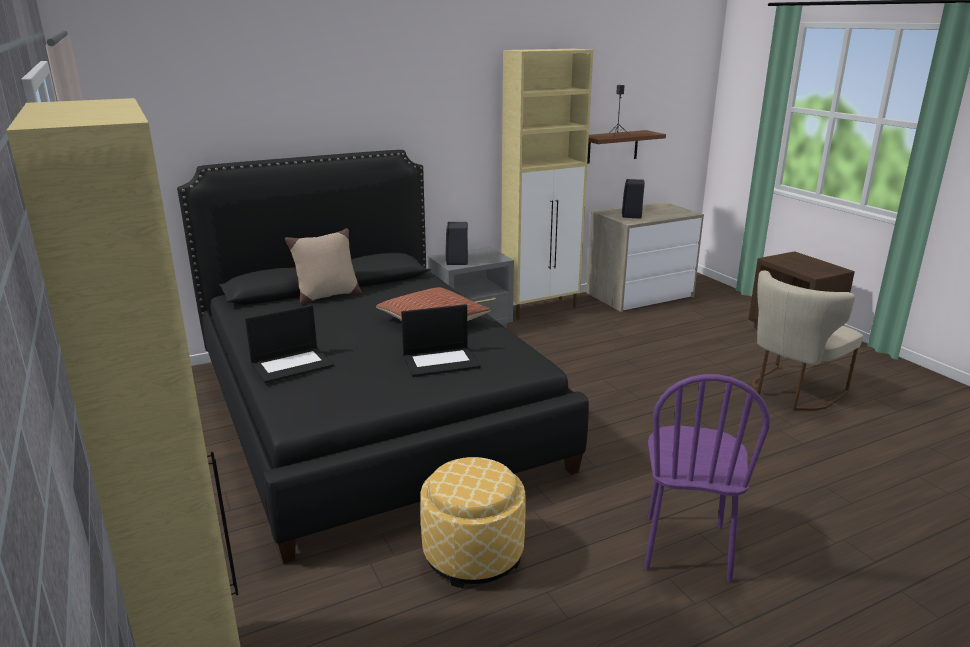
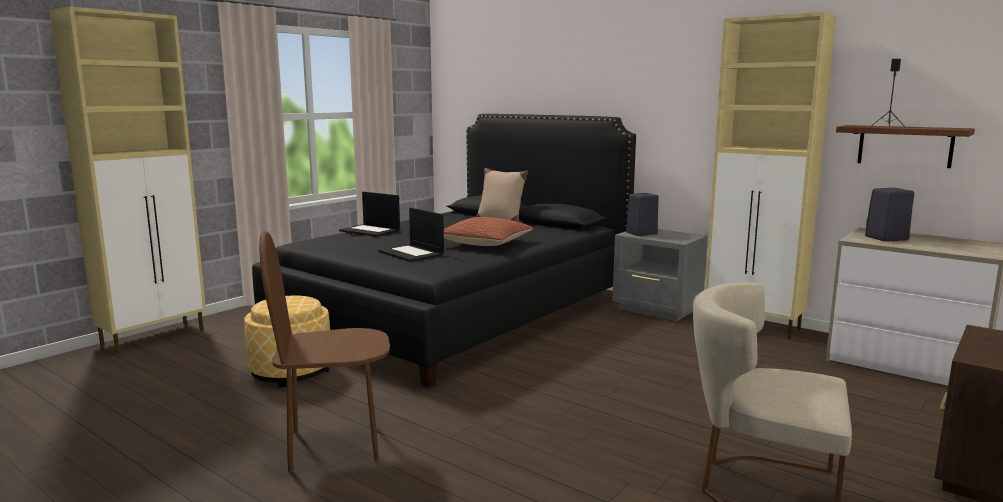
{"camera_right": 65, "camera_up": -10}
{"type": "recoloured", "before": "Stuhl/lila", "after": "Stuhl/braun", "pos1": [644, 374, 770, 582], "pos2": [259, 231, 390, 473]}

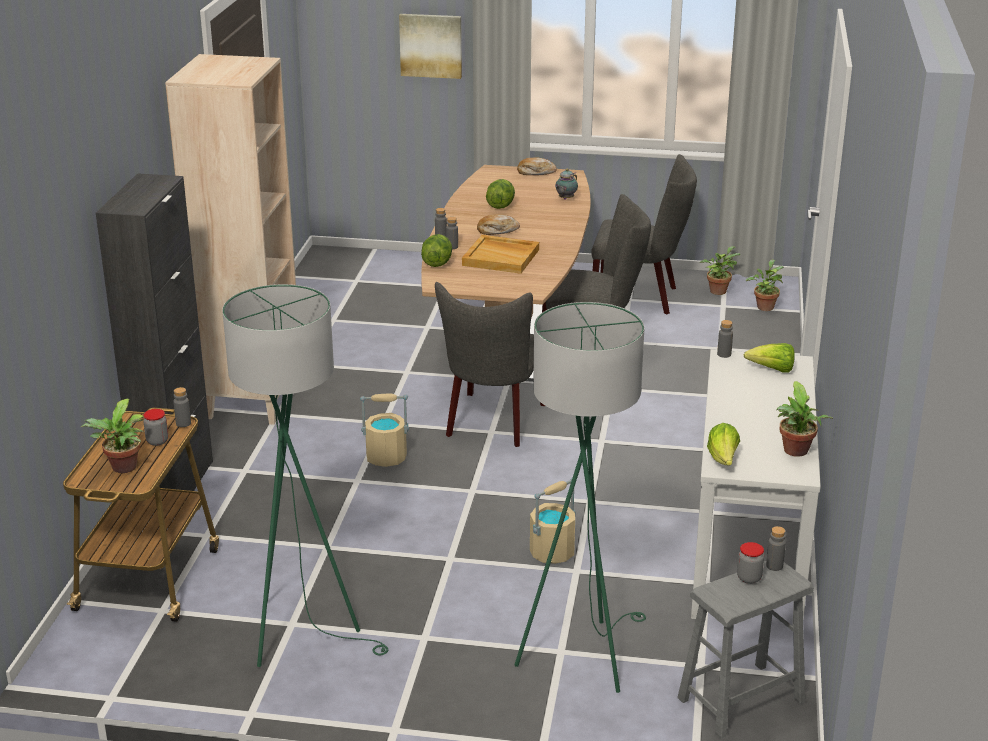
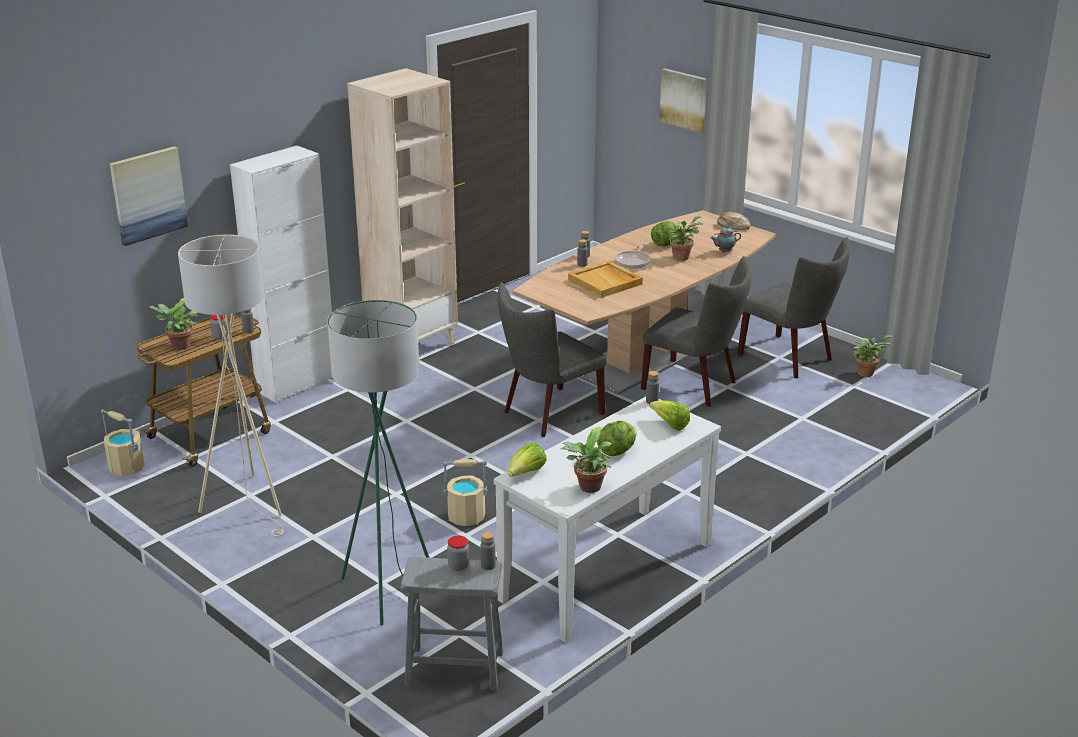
{"camera_right": 35, "camera_up": 0}
{"type": "moved", "before": "Eimer/beige", "pos1": [360, 394, 409, 467], "pos2": [101, 409, 145, 476]}
{"type": "added", "after": "Bild", "pos2": [109, 146, 188, 246]}
{"type": "recoloured", "before": "Stehlampe/grün", "after": "Stehlampe/beige", "pos1": [222, 284, 388, 667], "pos2": [178, 234, 284, 537]}
{"type": "recoloured", "before": "Schrank/schwarz", "after": "Schrank/weiß", "pos1": [96, 173, 213, 513], "pos2": [230, 146, 332, 403]}
{"type": "moved", "before": "Salatkopf", "pos1": [421, 234, 452, 267], "pos2": [597, 421, 637, 456]}
{"type": "replaced", "before": "Brot", "after": "Pfanne", "pos1": [477, 214, 520, 235], "pos2": [615, 243, 651, 269]}
{"type": "moved", "before": "Topfpflanze", "pos1": [746, 260, 784, 311], "pos2": [666, 216, 703, 261]}

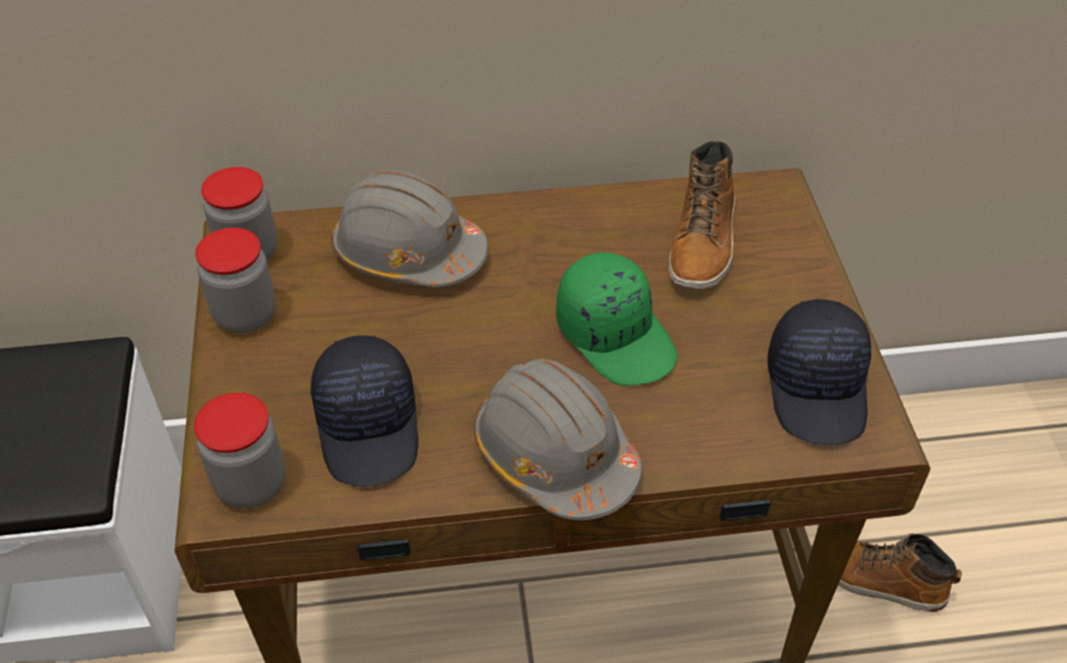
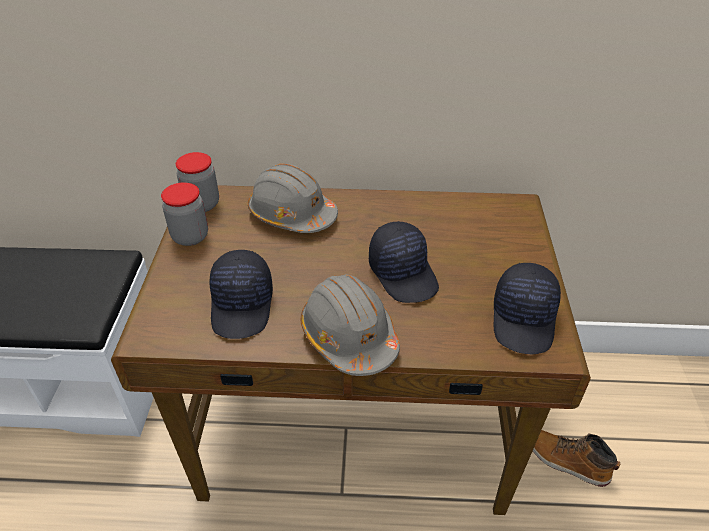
{"camera_right": 10, "camera_up": -5}
{"type": "recoloured", "before": "Kappe/grün", "after": "Kappe/schwarz", "pos1": [556, 252, 677, 386], "pos2": [369, 221, 439, 303]}
{"type": "removed", "before": "Vorratsglas", "pos1": [194, 392, 285, 508]}
{"type": "removed", "before": "Stiefel", "pos1": [669, 141, 735, 289]}

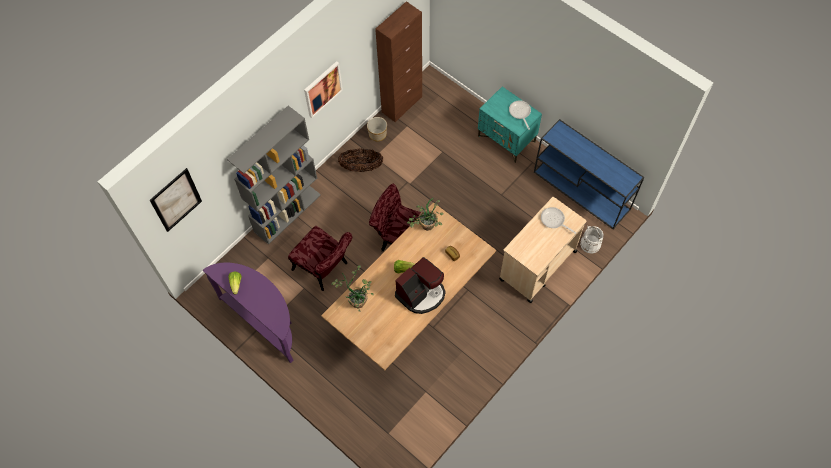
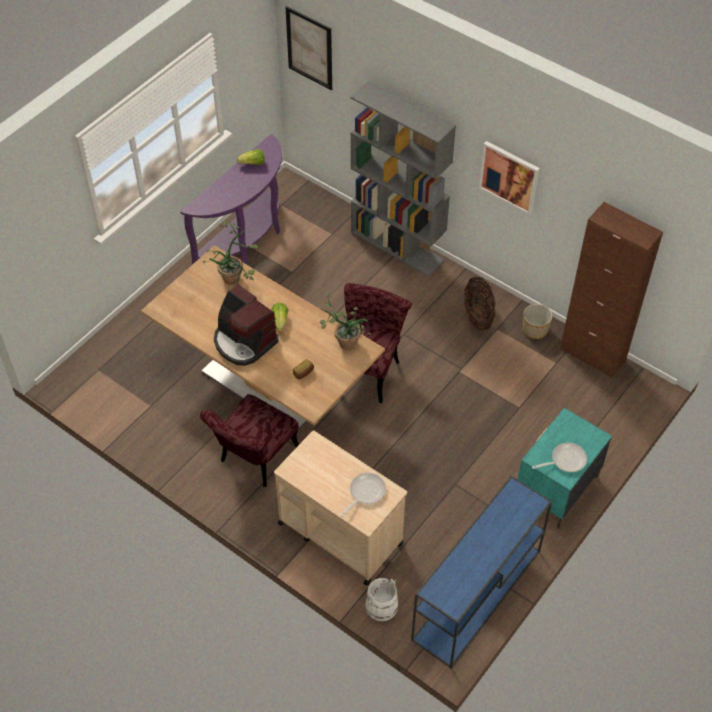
{"camera_right": 85, "camera_up": -10}
{"type": "moved", "before": "Stuhl/rot", "pos1": [288, 226, 352, 291], "pos2": [200, 394, 299, 487]}

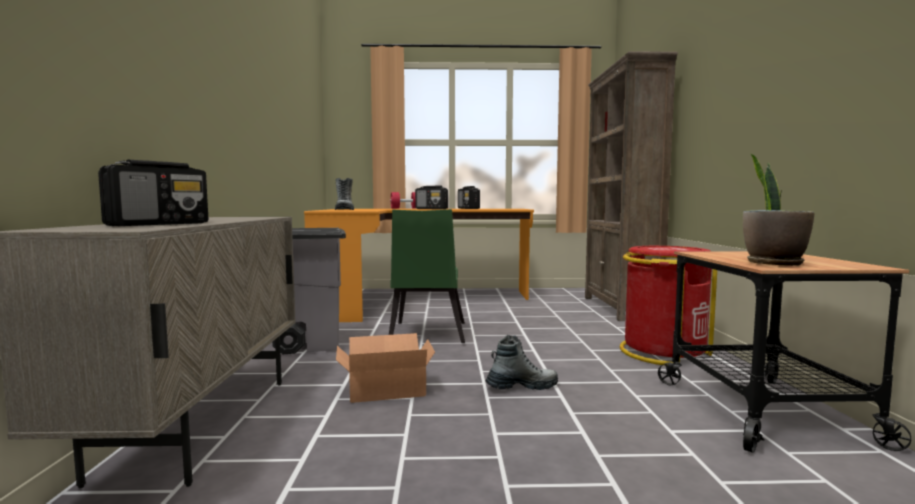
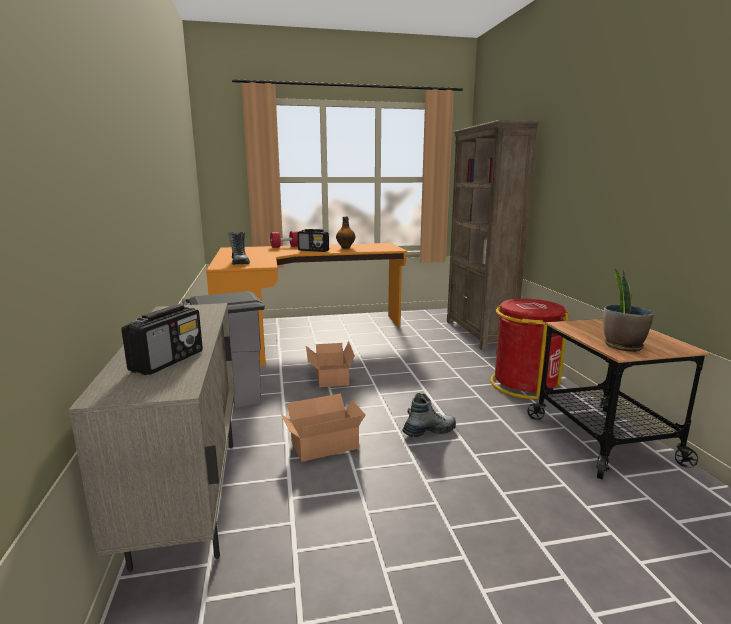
{"camera_right": -10, "camera_up": 10}
{"type": "replaced", "before": "Stuhl/grün", "after": "Karton", "pos1": [389, 209, 465, 343], "pos2": [306, 341, 355, 388]}
{"type": "replaced", "before": "Radio", "after": "Flasche", "pos1": [458, 186, 480, 209], "pos2": [336, 216, 355, 249]}

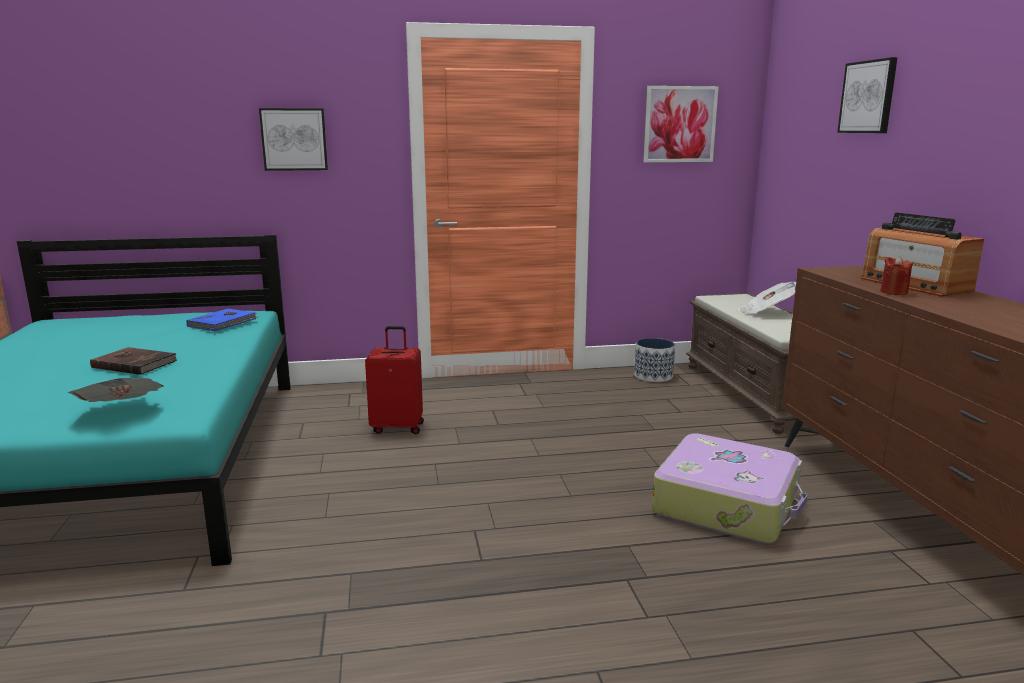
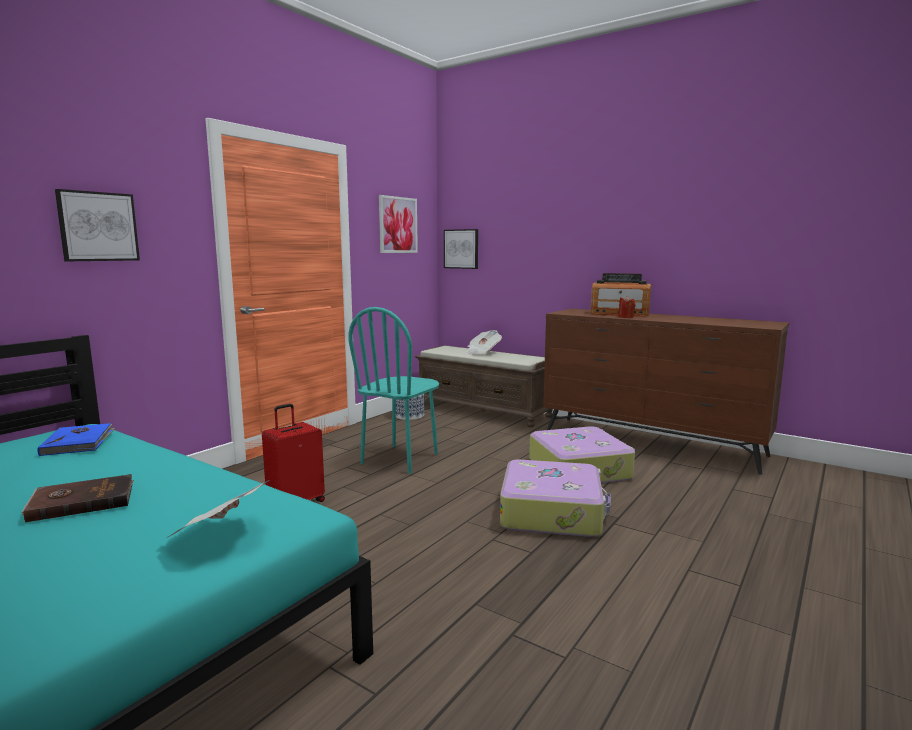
{"camera_right": -45, "camera_up": -5}
{"type": "added", "after": "Stuhl/türkis", "pos2": [348, 307, 439, 474]}
{"type": "moved", "before": "Bild", "pos1": [837, 57, 898, 133], "pos2": [444, 229, 478, 269]}
{"type": "added", "after": "Koffer", "pos2": [500, 460, 611, 537]}

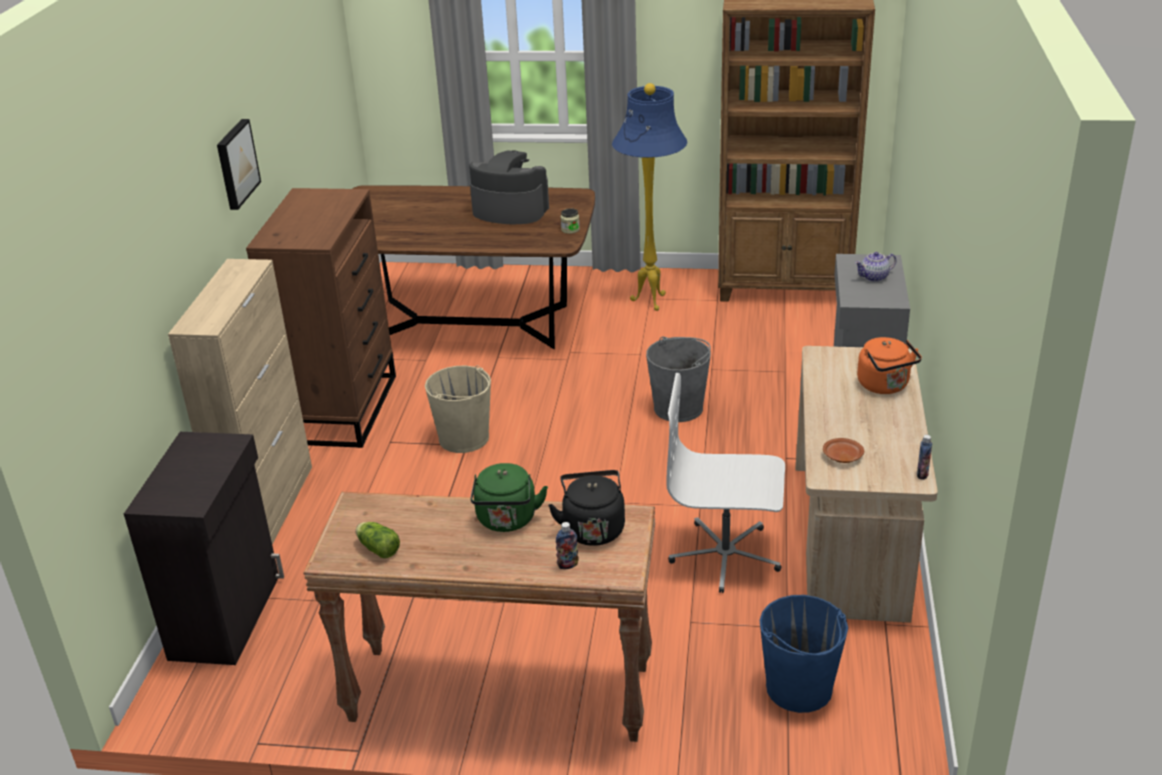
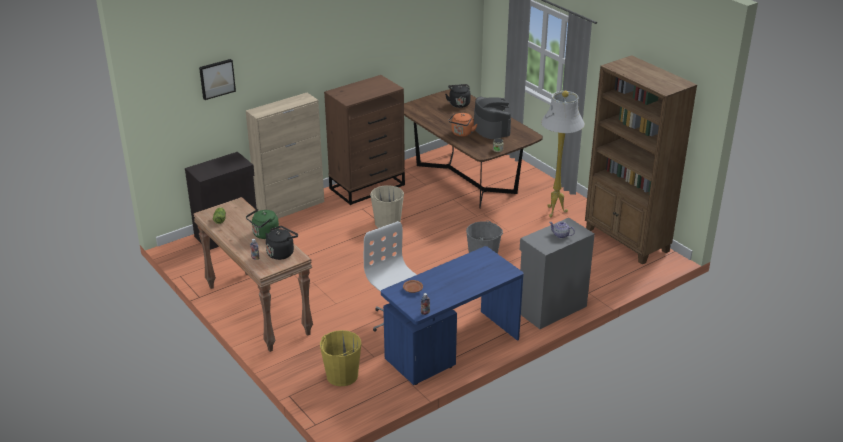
{"camera_right": 45, "camera_up": 0}
{"type": "moved", "before": "Bild", "pos1": [217, 119, 261, 210], "pos2": [199, 59, 236, 100]}
{"type": "recoloured", "before": "Eimer/blau", "after": "Eimer/gelb", "pos1": [760, 595, 848, 713], "pos2": [320, 330, 361, 386]}
{"type": "recoloured", "before": "Schreibtisch/beige", "after": "Schreibtisch/blau", "pos1": [795, 346, 938, 623], "pos2": [381, 246, 524, 385]}
{"type": "added", "after": "Wasserkessel/schwarz", "pos2": [445, 84, 471, 108]}
{"type": "moved", "before": "Wasserkessel/orange", "pos1": [857, 337, 922, 394], "pos2": [449, 113, 477, 137]}
{"type": "recoloured", "before": "Stehlampe/blau", "after": "Stehlampe/weiß", "pos1": [612, 83, 687, 311], "pos2": [541, 91, 585, 217]}

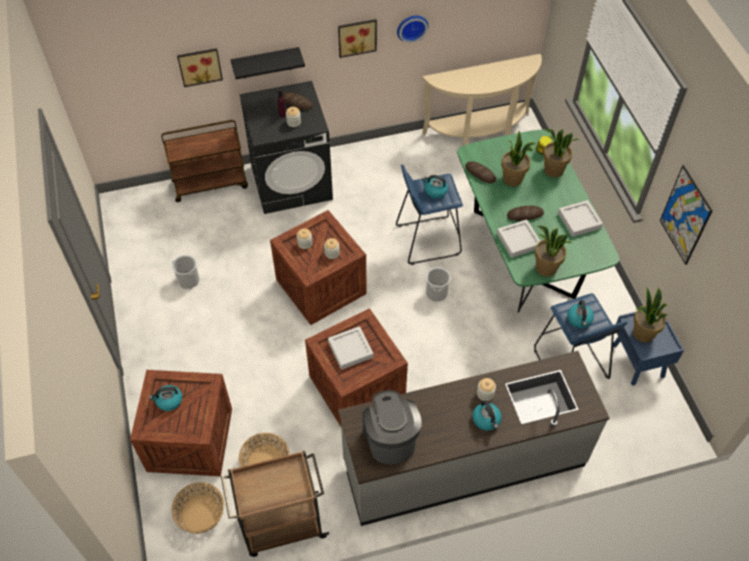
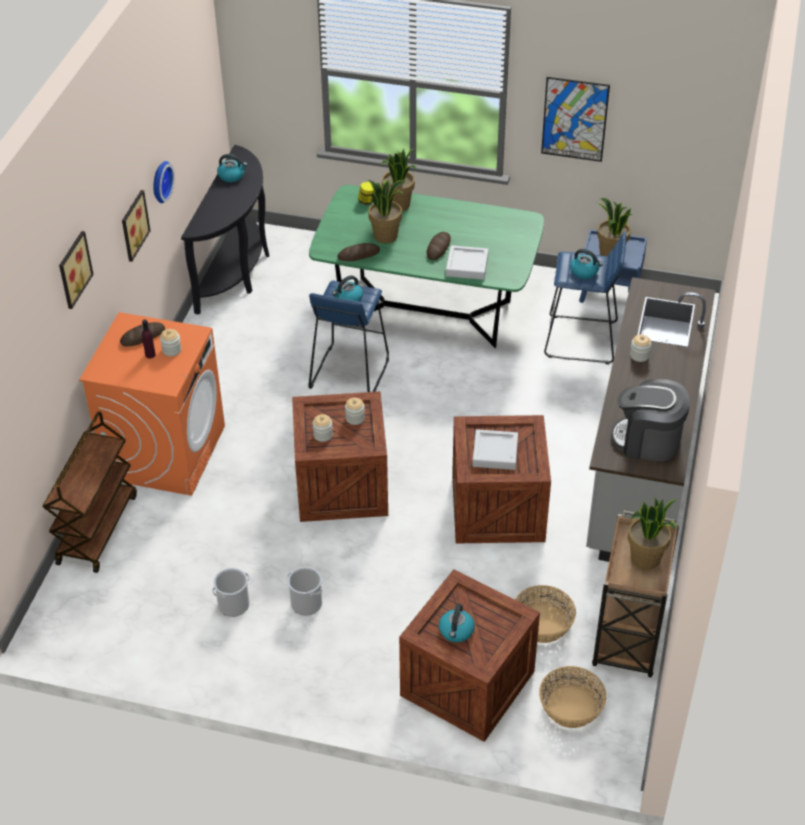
{"camera_right": -60, "camera_up": -10}
{"type": "moved", "before": "Bild", "pos1": [177, 48, 223, 87], "pos2": [59, 231, 94, 309]}
{"type": "recoloured", "before": "Waschmaschine/schwarz", "after": "Waschmaschine/orange", "pos1": [240, 81, 333, 214], "pos2": [79, 312, 225, 496]}
{"type": "recoloured", "before": "Konsolentisch/beige", "after": "Konsolentisch/schwarz", "pos1": [422, 54, 542, 146], "pos2": [181, 145, 269, 315]}
{"type": "moved", "before": "Wasserkessel", "pos1": [472, 400, 502, 431], "pos2": [217, 154, 247, 182]}
{"type": "moved", "before": "Eimer", "pos1": [426, 267, 450, 301], "pos2": [287, 567, 323, 616]}
{"type": "moved", "before": "Topfpflanze", "pos1": [535, 226, 572, 277], "pos2": [628, 498, 677, 570]}
{"type": "removed", "before": "Wandregal/schwarz", "pos1": [231, 47, 305, 79]}
{"type": "removed", "before": "Tablett/grau", "pos1": [558, 200, 603, 237]}

